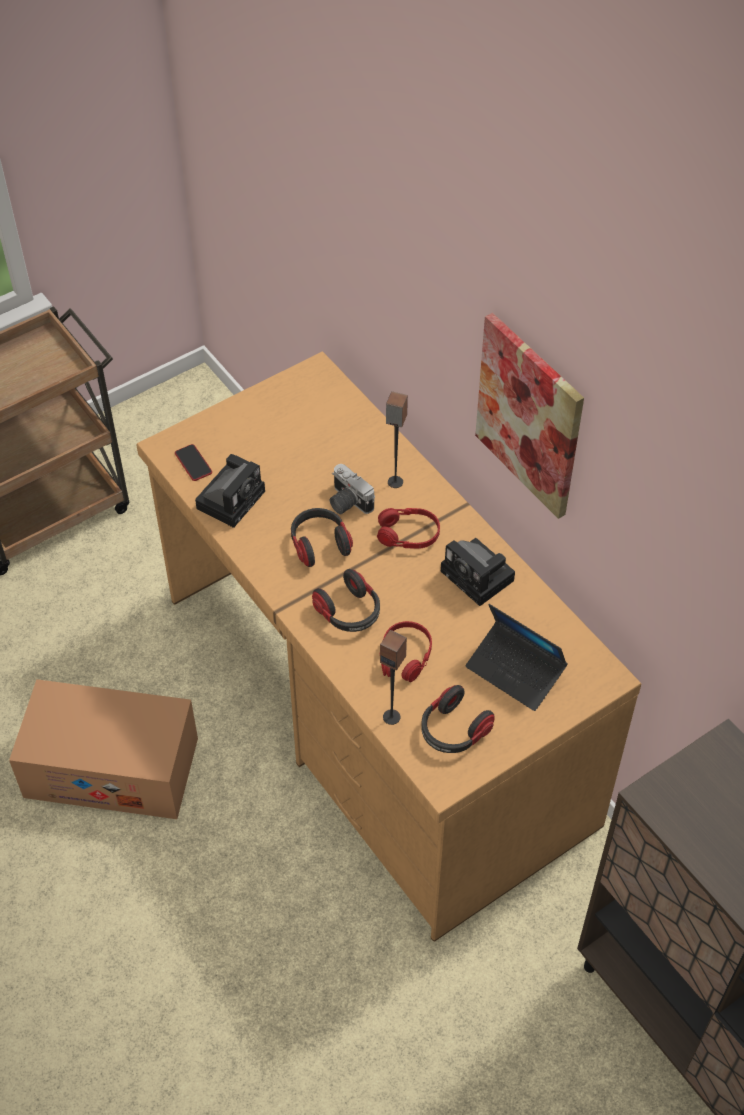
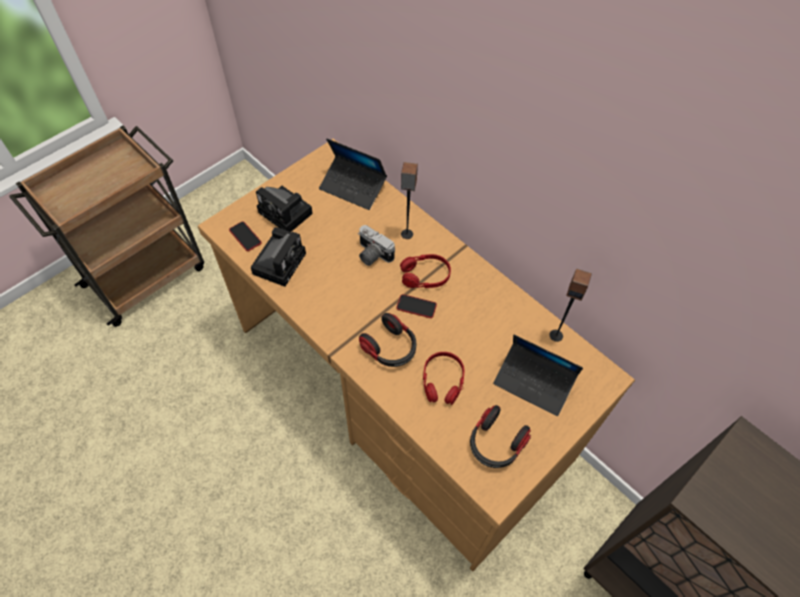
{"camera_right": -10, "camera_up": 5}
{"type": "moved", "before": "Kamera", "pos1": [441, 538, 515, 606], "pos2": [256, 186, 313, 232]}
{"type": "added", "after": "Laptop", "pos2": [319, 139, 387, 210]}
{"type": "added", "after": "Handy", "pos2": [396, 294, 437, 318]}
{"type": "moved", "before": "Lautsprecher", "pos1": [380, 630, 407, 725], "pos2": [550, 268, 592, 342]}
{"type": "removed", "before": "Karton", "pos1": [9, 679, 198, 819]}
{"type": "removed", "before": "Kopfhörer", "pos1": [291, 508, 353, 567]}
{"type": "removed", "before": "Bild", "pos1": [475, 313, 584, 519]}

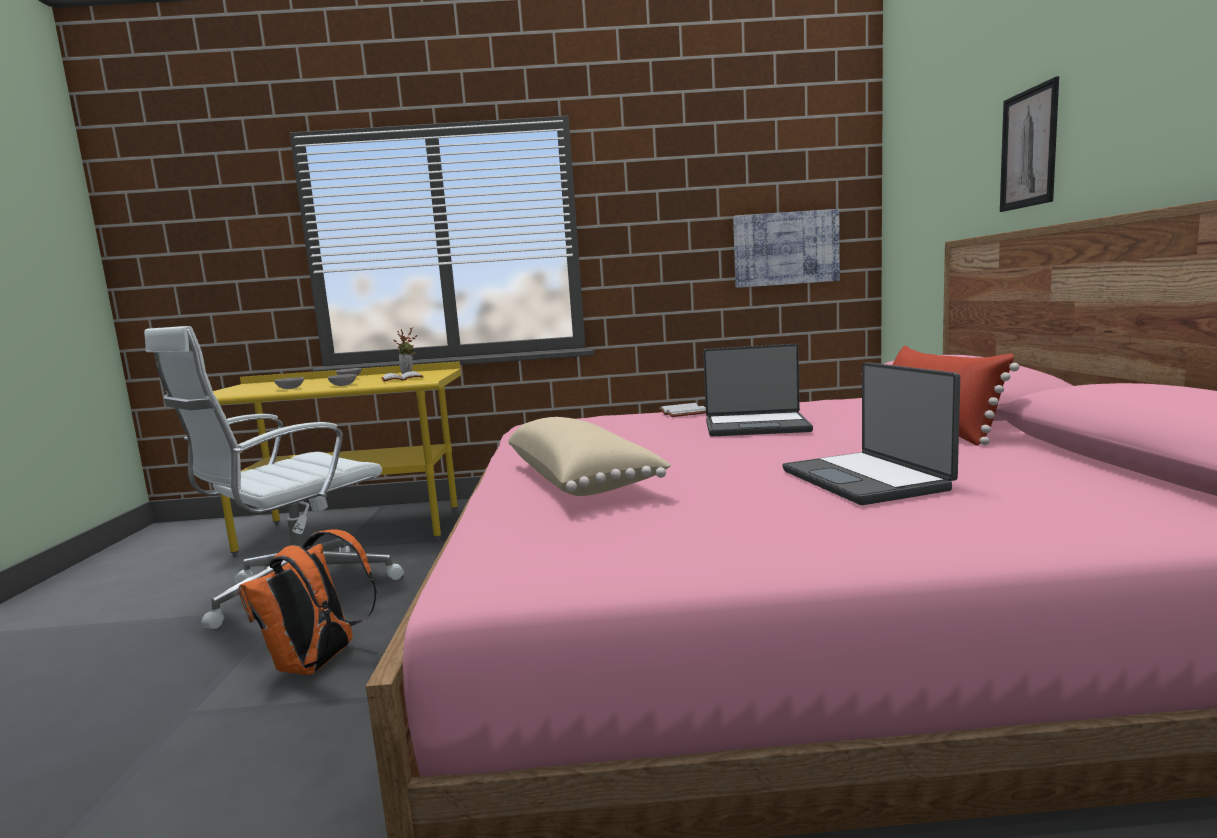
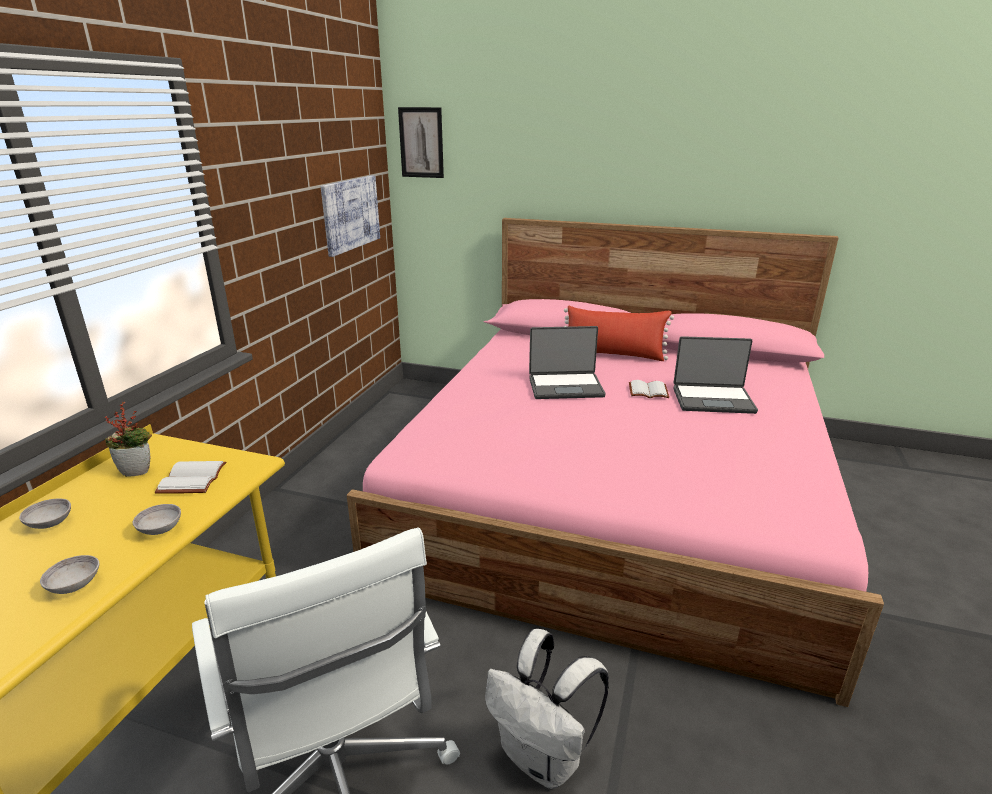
{"camera_right": -70, "camera_up": 15}
{"type": "moved", "before": "Bild", "pos1": [1000, 76, 1059, 212], "pos2": [398, 107, 444, 178]}
{"type": "recoloured", "before": "Rucksack/orange", "after": "Rucksack/weiß", "pos1": [238, 529, 377, 675], "pos2": [485, 629, 609, 789]}
{"type": "turned", "before": "Laptop", "pos1": [703, 344, 813, 436], "pos2": [529, 326, 606, 399], "turn": 60}
{"type": "moved", "before": "Buch/weiß", "pos1": [657, 403, 706, 417], "pos2": [629, 380, 669, 398]}
{"type": "removed", "before": "Kissen/beige", "pos1": [508, 417, 671, 496]}

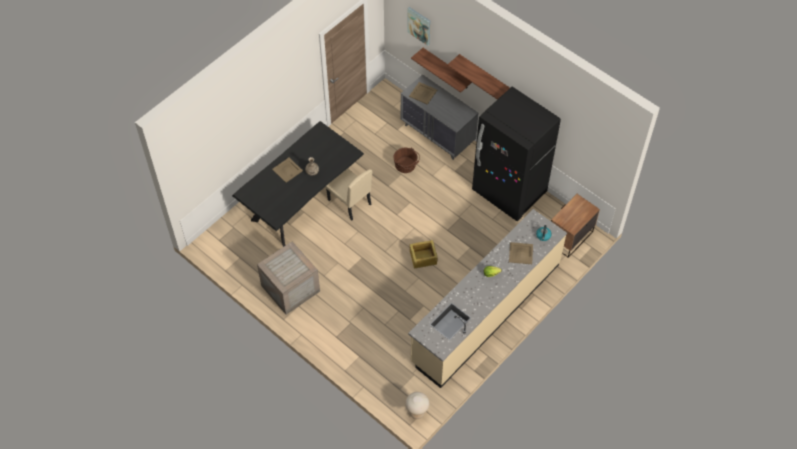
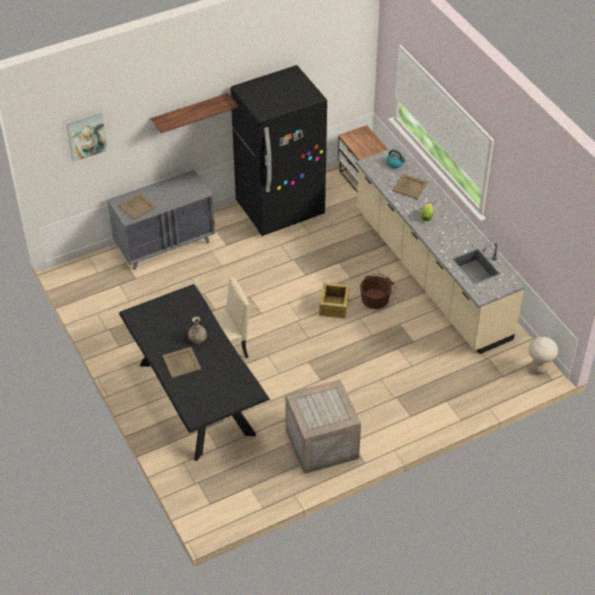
{"camera_right": -70, "camera_up": -10}
{"type": "moved", "before": "Eimer/braun", "pos1": [393, 148, 420, 173], "pos2": [360, 274, 395, 309]}
{"type": "removed", "before": "Wandregal", "pos1": [411, 48, 472, 93]}

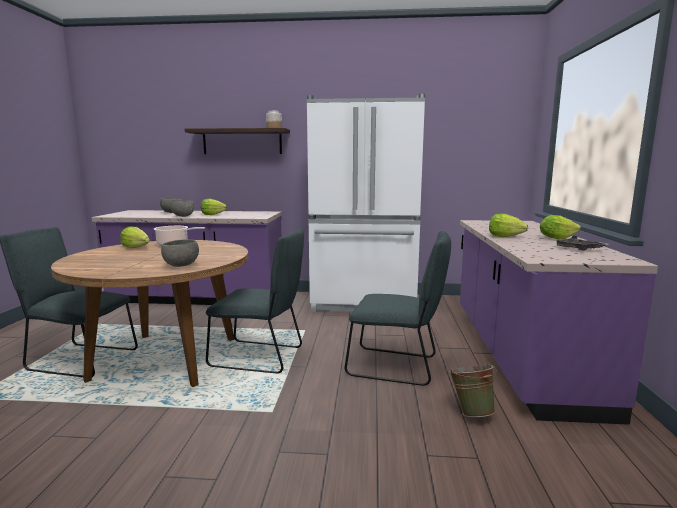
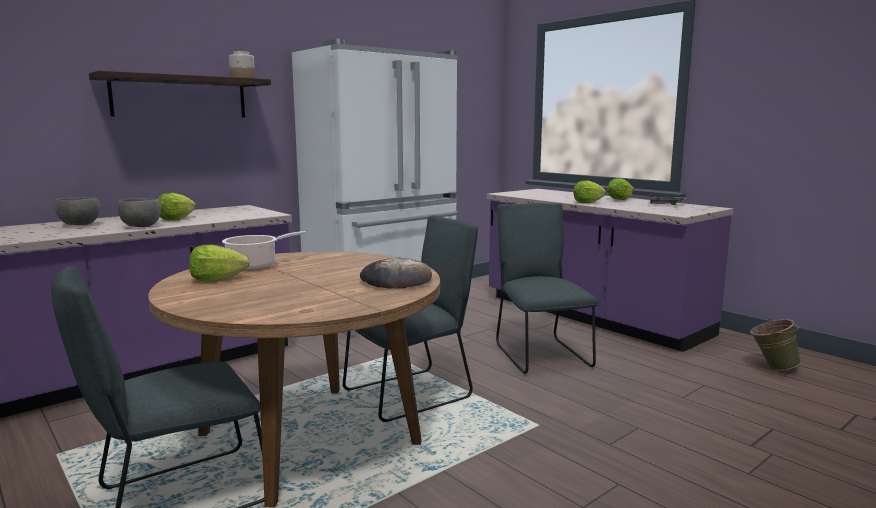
{"camera_right": -45, "camera_up": 0}
{"type": "replaced", "before": "Schüssel/grau", "after": "Brot", "pos1": [161, 239, 199, 267], "pos2": [360, 257, 432, 289]}
{"type": "turned", "before": "Stuhl/grau", "pos1": [345, 231, 451, 386], "pos2": [496, 203, 599, 374], "turn": -75}
{"type": "moved", "before": "Eimer/grün", "pos1": [449, 362, 497, 417], "pos2": [750, 318, 801, 371]}

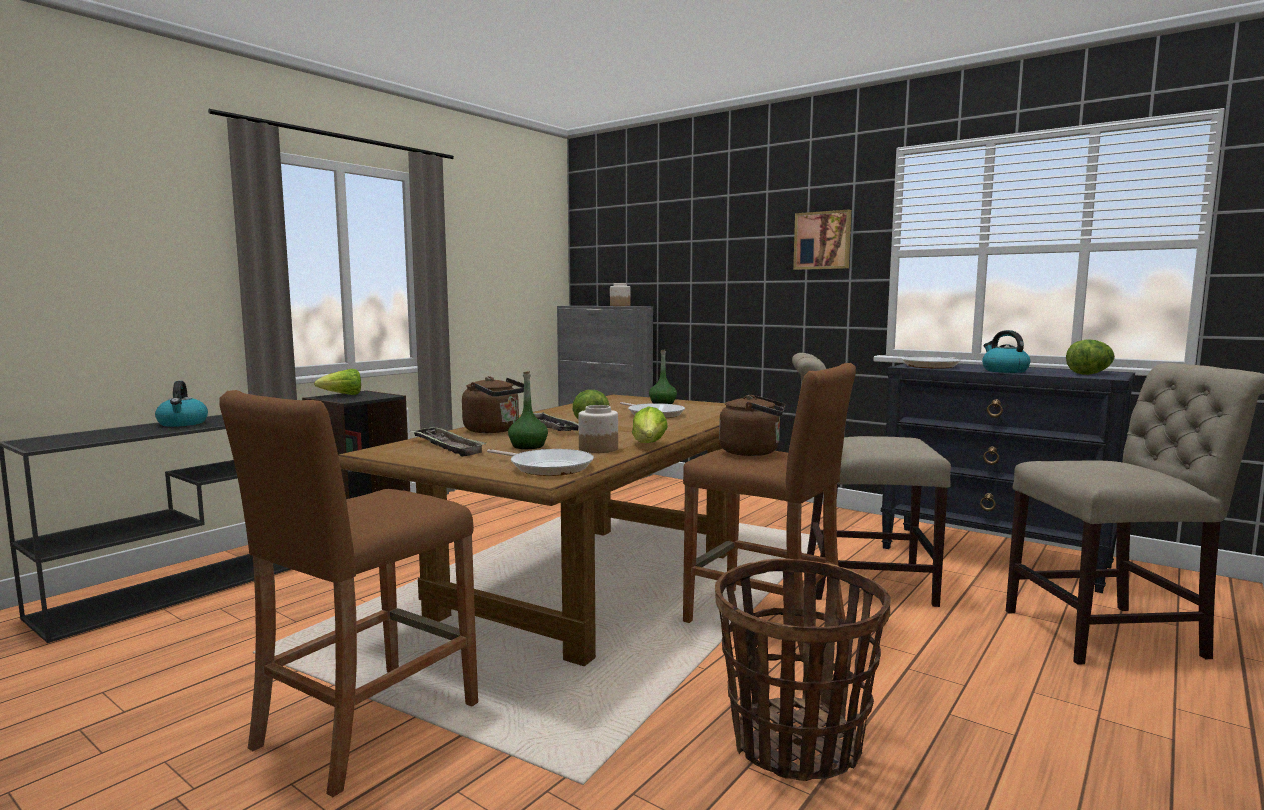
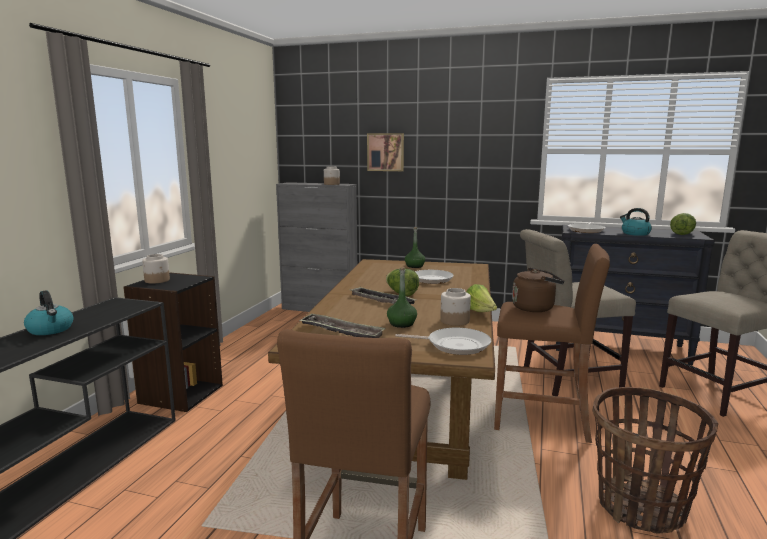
{"camera_right": -20, "camera_up": 5}
{"type": "replaced", "before": "Salatkopf", "after": "Vorratsglas", "pos1": [314, 369, 361, 395], "pos2": [142, 254, 170, 284]}
{"type": "moved", "before": "Bild", "pos1": [793, 209, 851, 270], "pos2": [367, 133, 404, 171]}
{"type": "removed", "before": "Wasserkessel/braun", "pos1": [462, 376, 524, 433]}

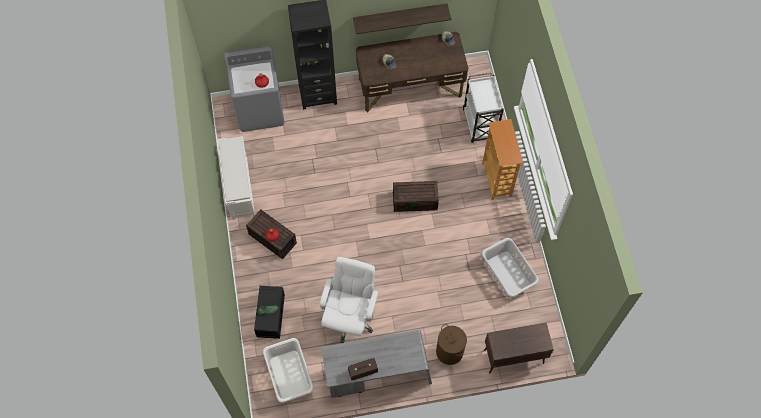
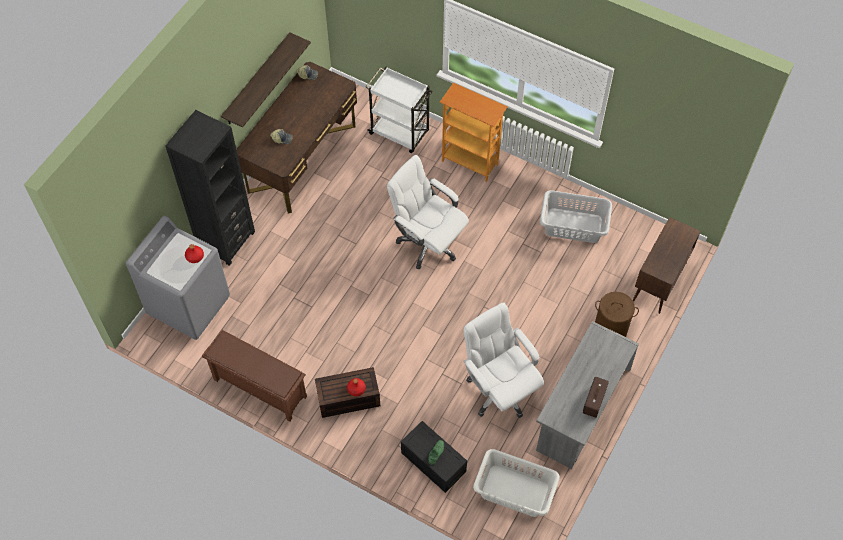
{"camera_right": -50, "camera_up": -5}
{"type": "recoloured", "before": "Schuhregal/weiß", "after": "Schuhregal/braun", "pos1": [217, 136, 255, 220], "pos2": [202, 330, 307, 421]}
{"type": "replaced", "before": "Aufbewahrungsbox/braun", "after": "Bürostuhl/weiß", "pos1": [393, 181, 439, 212], "pos2": [387, 155, 469, 270]}

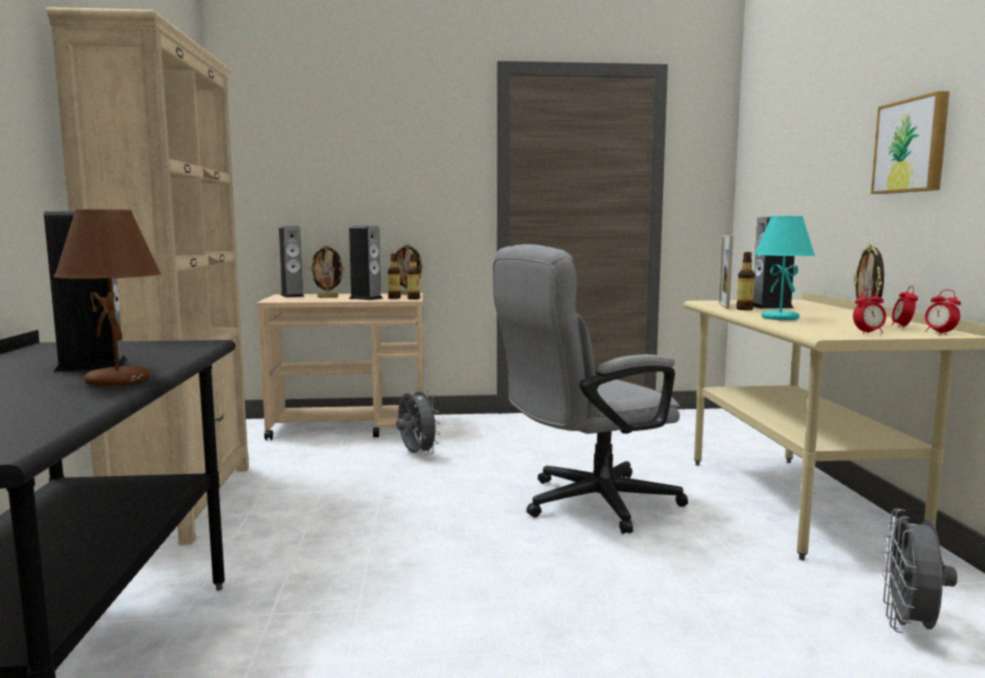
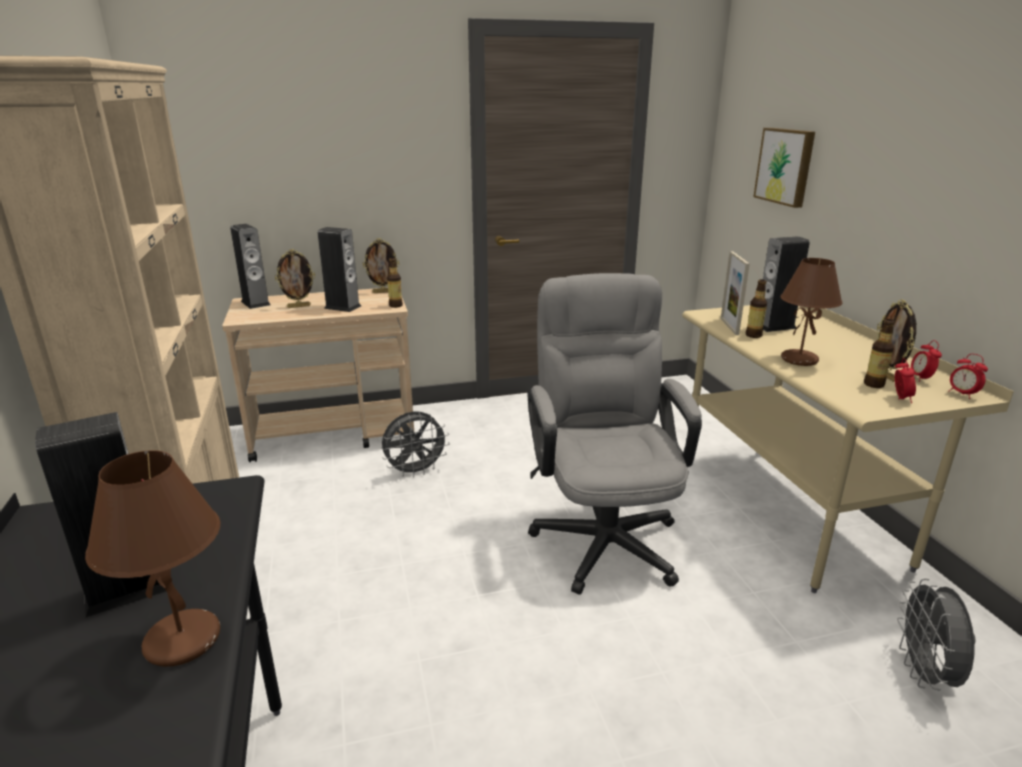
{"camera_right": -10, "camera_up": 15}
{"type": "turned", "before": "Ventilator/grau", "pos1": [396, 387, 441, 455], "pos2": [381, 411, 450, 478], "turn": 105}
{"type": "turned", "before": "Bürostuhl/grau", "pos1": [493, 244, 688, 534], "pos2": [527, 273, 702, 595], "turn": 120}
{"type": "moved", "before": "Bild", "pos1": [871, 91, 950, 194], "pos2": [753, 128, 815, 208]}
{"type": "recoloured", "before": "Tischlampe/türkis", "after": "Tischlampe/braun", "pos1": [755, 216, 815, 320], "pos2": [780, 258, 843, 366]}
{"type": "moved", "before": "Flasche", "pos1": [388, 253, 401, 299], "pos2": [864, 319, 895, 388]}
{"type": "turned", "before": "Wecker", "pos1": [853, 289, 886, 334], "pos2": [895, 358, 916, 403], "turn": -60}

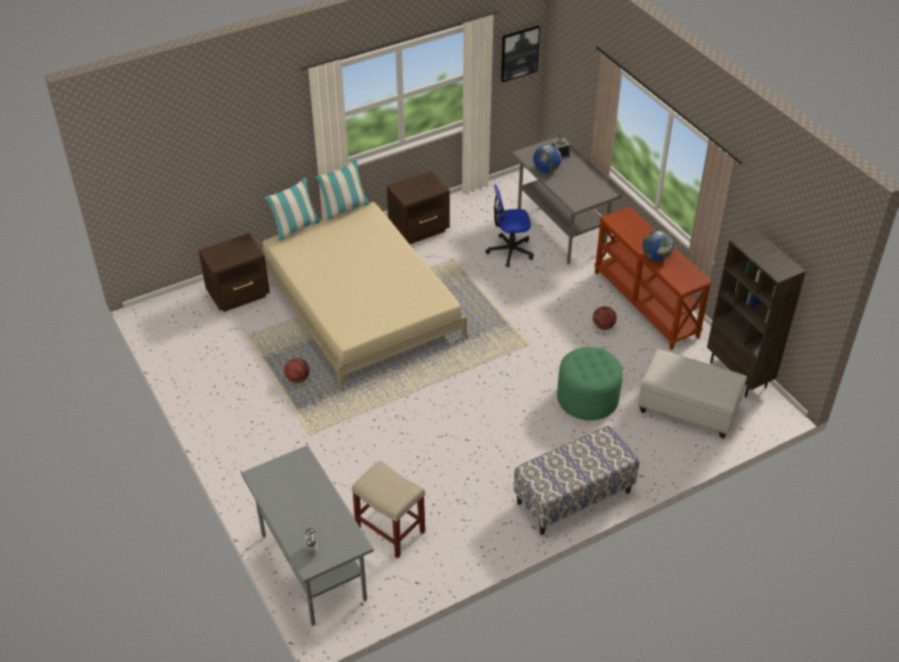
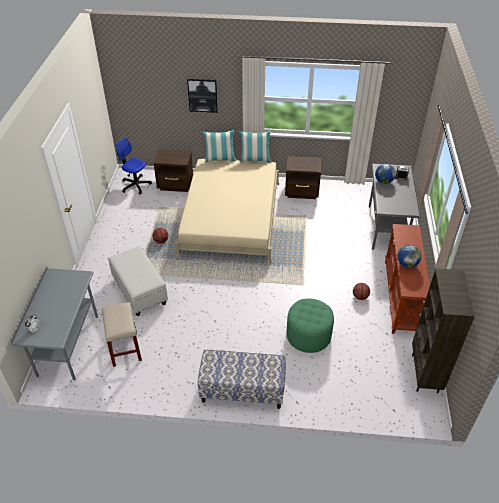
{"camera_right": 35, "camera_up": 0}
{"type": "moved", "before": "Polsterhocker/weiß", "pos1": [638, 349, 747, 438], "pos2": [108, 246, 168, 316]}
{"type": "moved", "before": "Bürostuhl", "pos1": [486, 184, 533, 268], "pos2": [115, 138, 152, 194]}
{"type": "moved", "before": "Bild", "pos1": [501, 26, 540, 82], "pos2": [187, 79, 218, 113]}

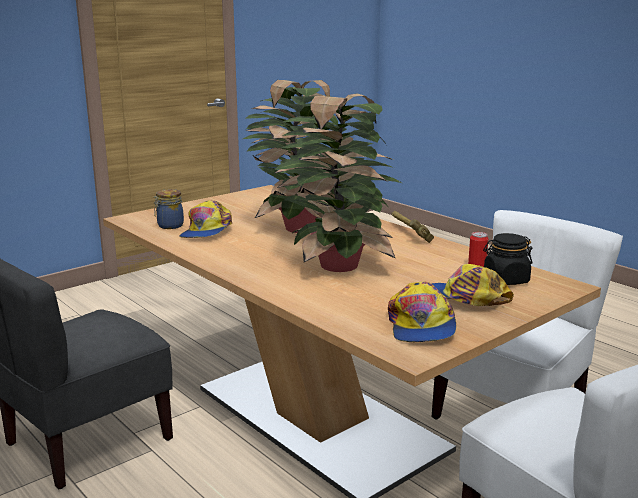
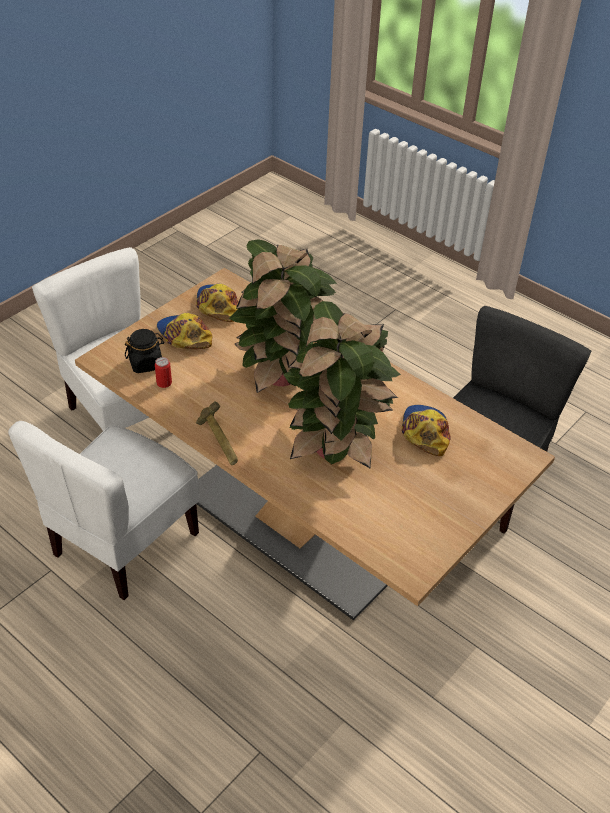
{"camera_right": 170, "camera_up": 25}
{"type": "turned", "before": "Kappe", "pos1": [432, 264, 514, 306], "pos2": [157, 313, 213, 349], "turn": -150}
{"type": "removed", "before": "Vorratsglas", "pos1": [153, 189, 184, 229]}

